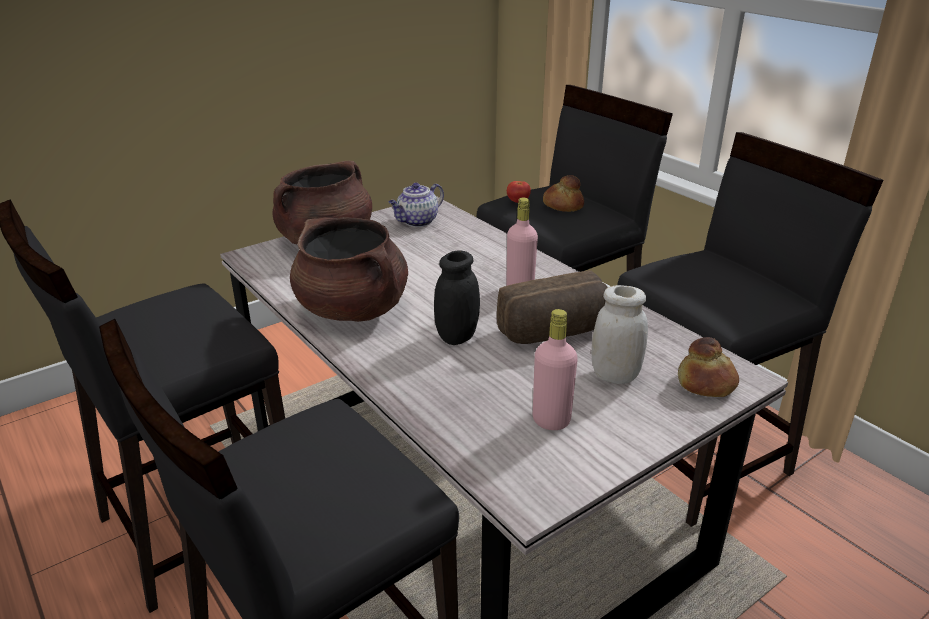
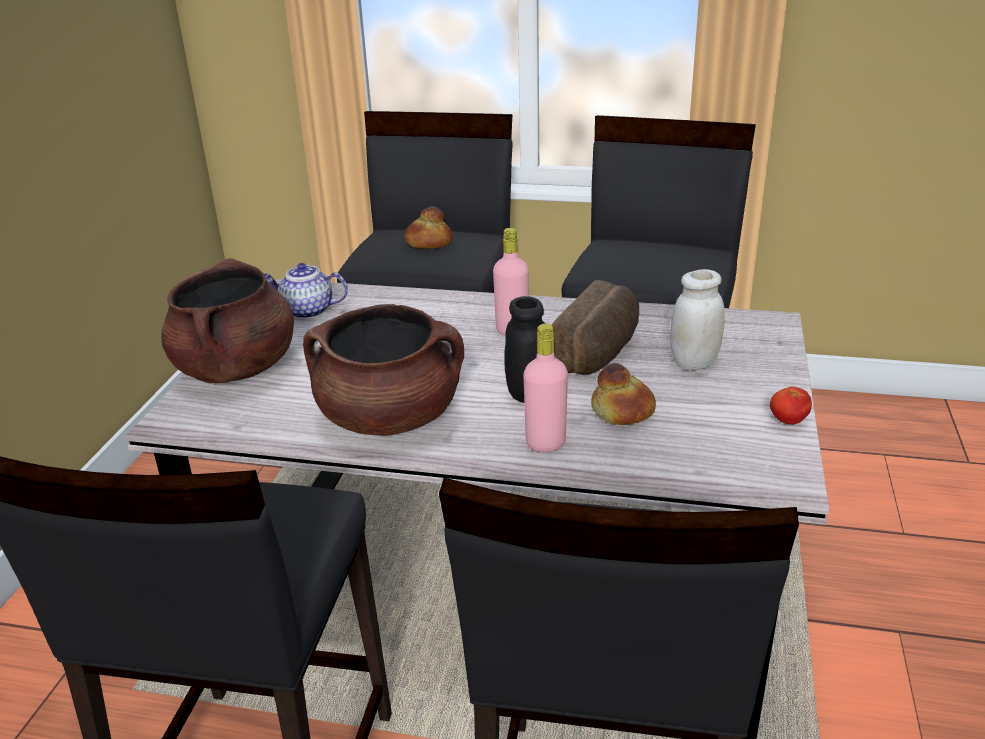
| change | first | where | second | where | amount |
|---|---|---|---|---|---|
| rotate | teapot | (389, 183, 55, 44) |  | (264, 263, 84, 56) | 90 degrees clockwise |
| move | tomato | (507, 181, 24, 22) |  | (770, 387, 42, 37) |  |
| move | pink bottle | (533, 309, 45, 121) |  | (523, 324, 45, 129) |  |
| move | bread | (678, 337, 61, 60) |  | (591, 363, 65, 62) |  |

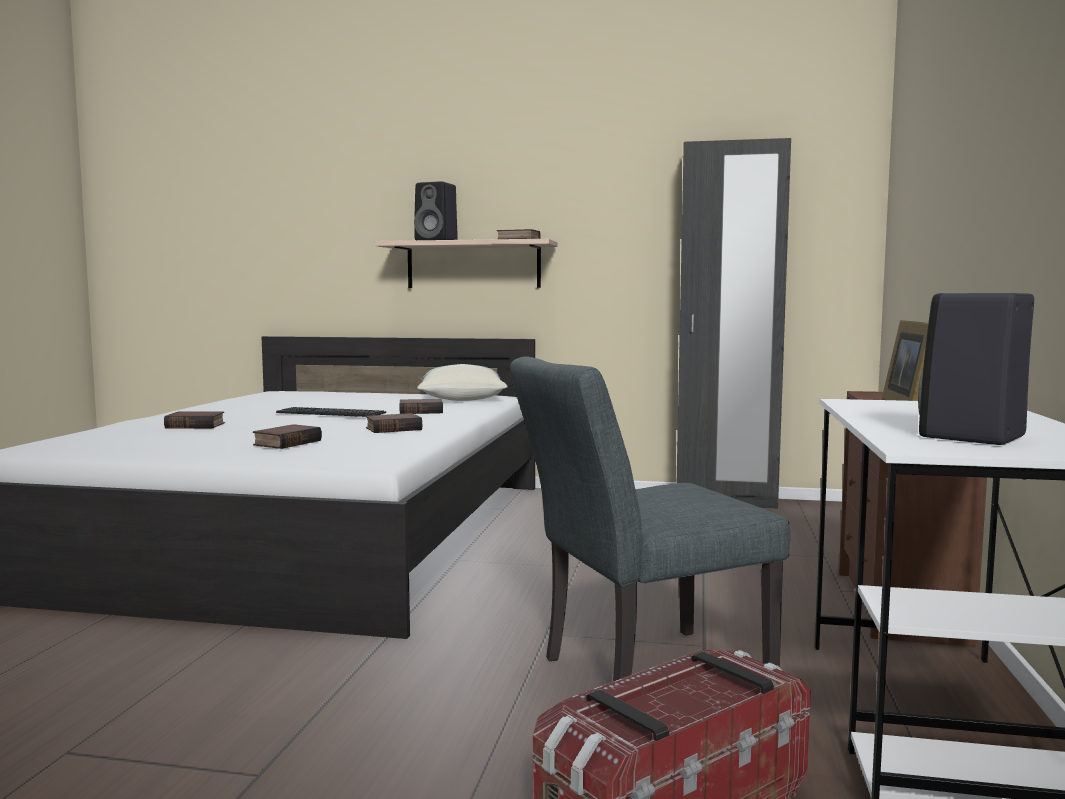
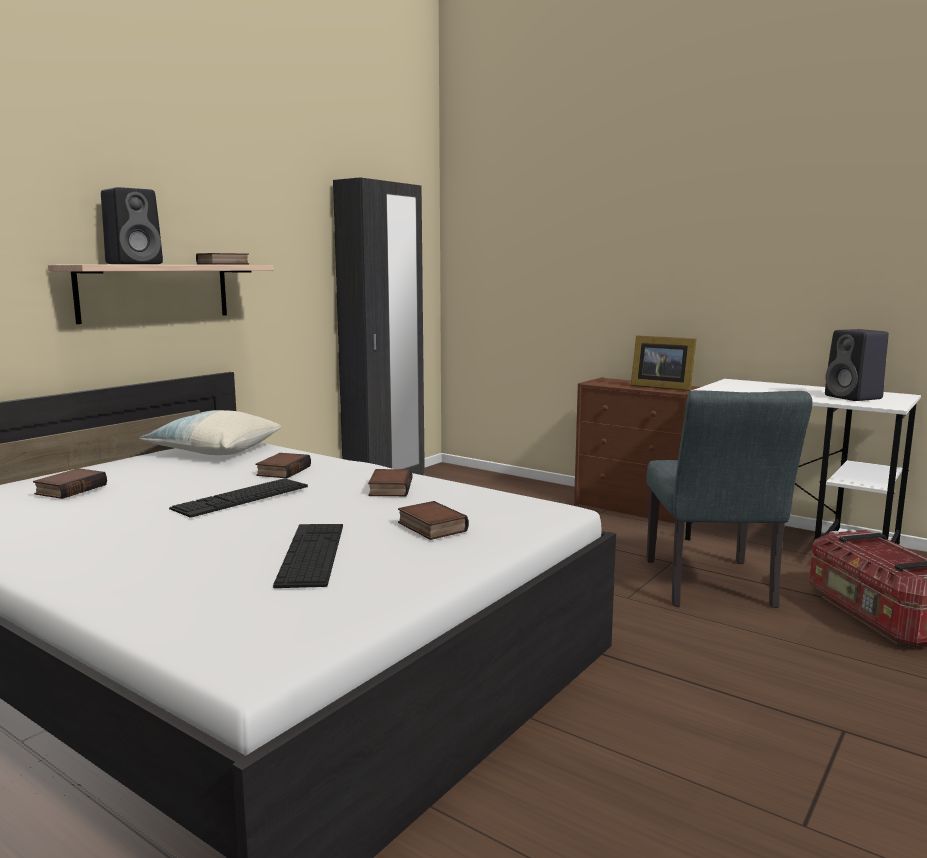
| change | first | where | second | where | amount |
|---|---|---|---|---|---|
| move | book | (164, 411, 61, 18) |  | (33, 468, 74, 31) |  |
| insert |  |  | keyboard | (273, 524, 70, 64) |  |

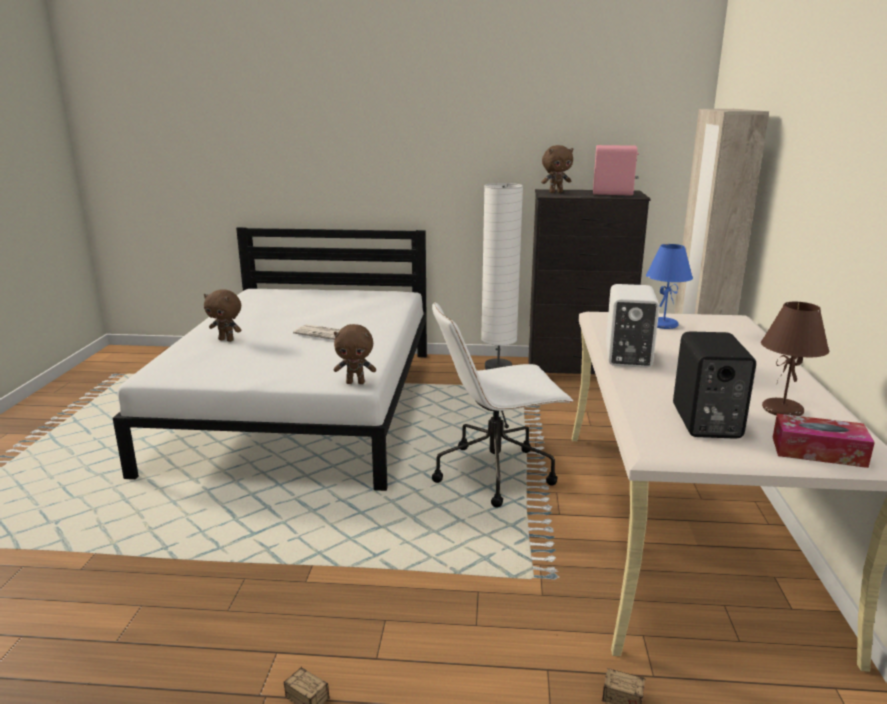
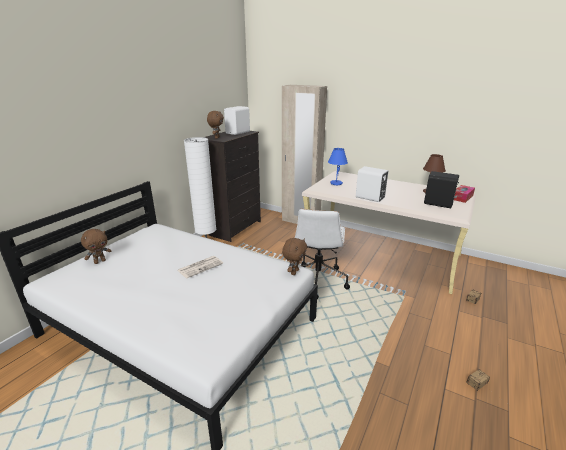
| change | first | where | second | where | amount |
|---|---|---|---|---|---|
| move | brown plush toy | (204, 289, 38, 53) |  | (81, 229, 30, 35) |  |
| recolor | pink speaker | (593, 145, 46, 51) | white speaker | (224, 106, 26, 29) |  |

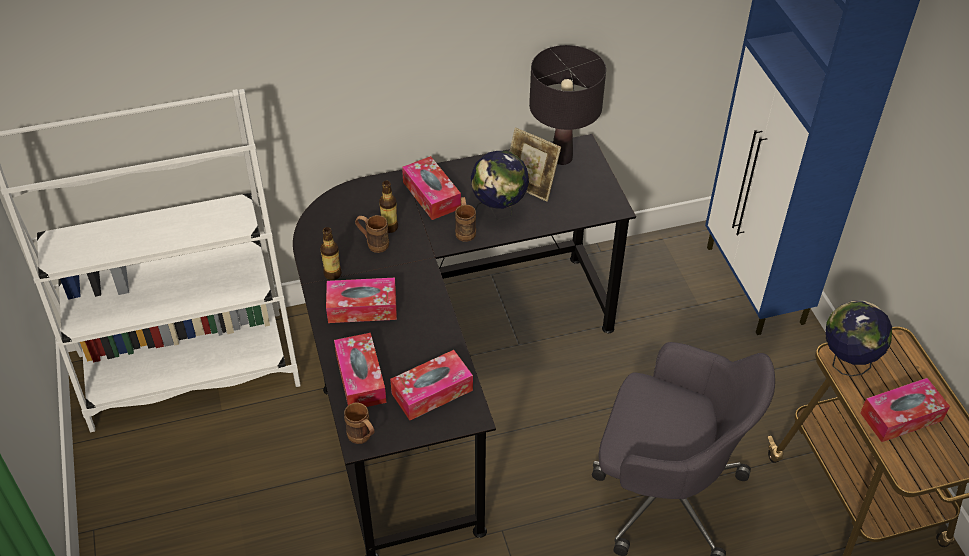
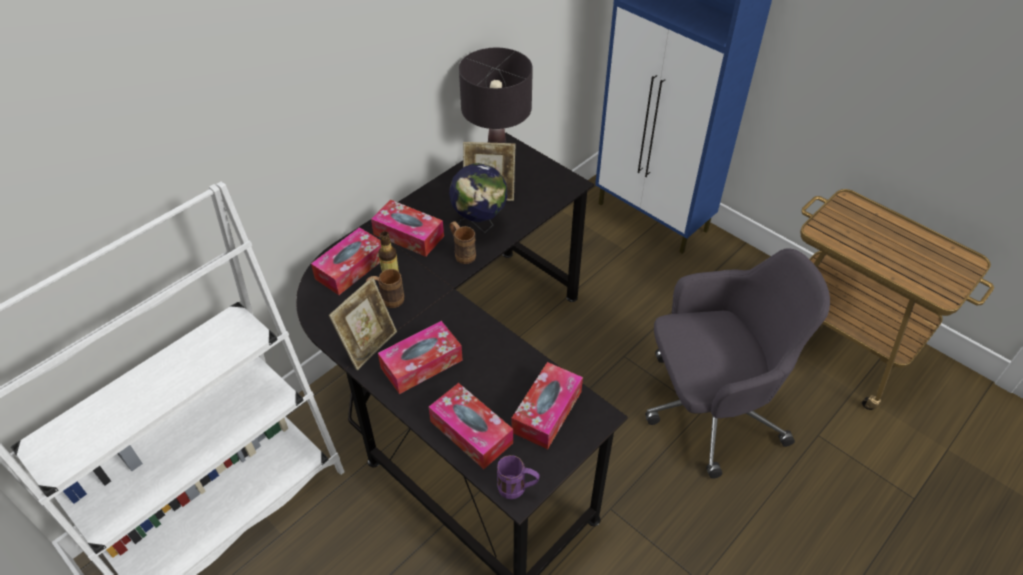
| change | first | where | second | where | amount |
|---|---|---|---|---|---|
| replace | bottle | (320, 227, 22, 53) | picture frame | (329, 277, 68, 94) |  |
| recolor | brown mug | (344, 402, 30, 42) | purple mug | (497, 455, 43, 44) |  |
| delete | globe | (826, 301, 66, 75) |  |  |  |
| move | tissue box | (860, 378, 90, 64) |  | (311, 227, 70, 68) |  |

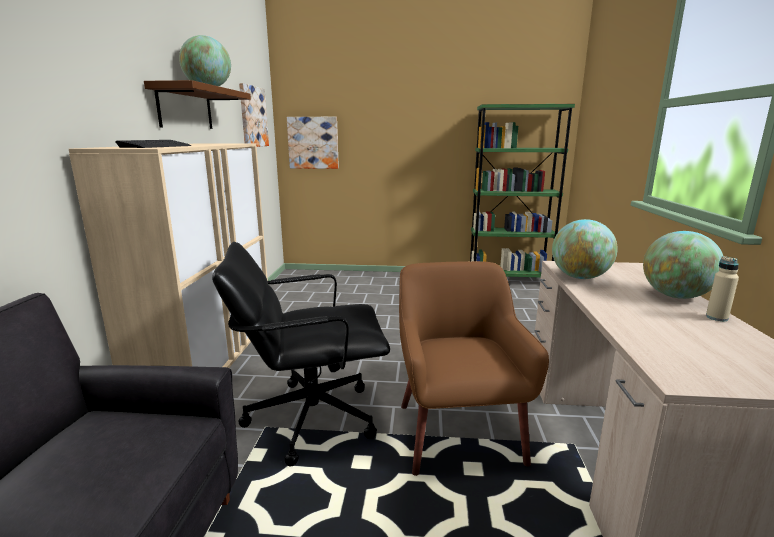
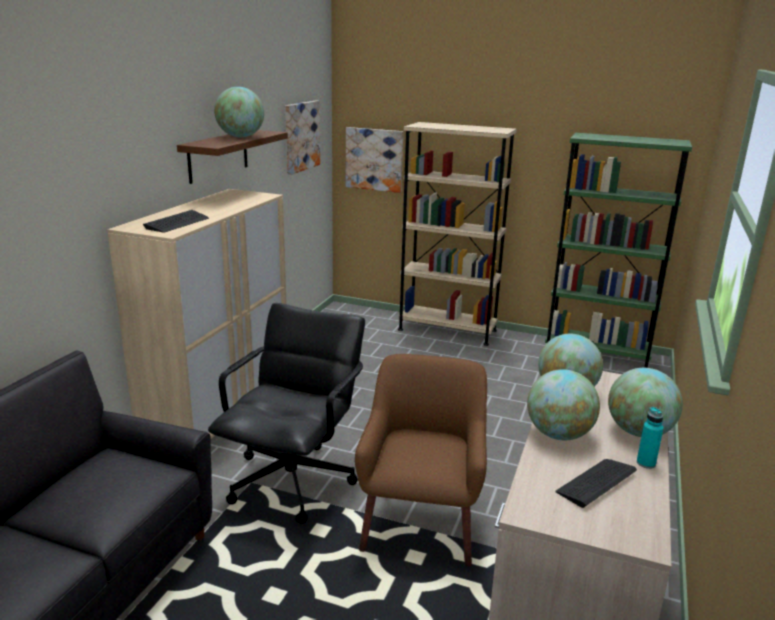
| change | first | where | second | where | amount |
|---|---|---|---|---|---|
| rotate | black office chair | (212, 242, 178, 224) |  | (208, 303, 157, 221) | 105 degrees clockwise |
| recolor | beige bottle | (706, 256, 33, 65) | turquoise bottle | (637, 407, 26, 62) |  |
| insert |  |  | beige bookcase | (398, 122, 119, 224) |  |
| insert |  |  | globe | (527, 369, 73, 71) |  |
| insert |  |  | keyboard | (555, 459, 82, 49) |  |

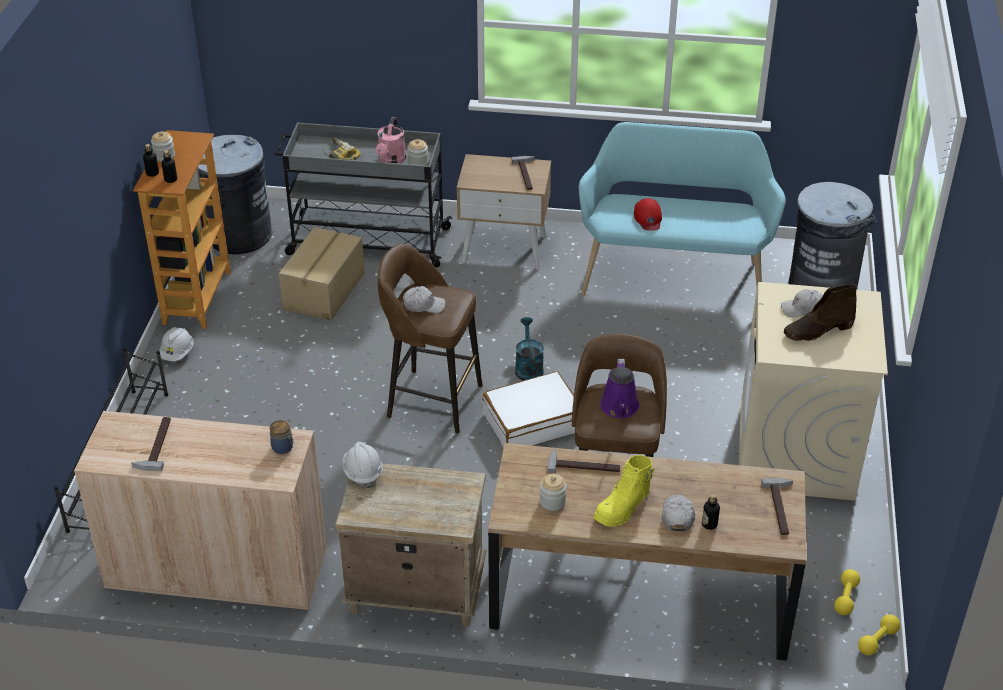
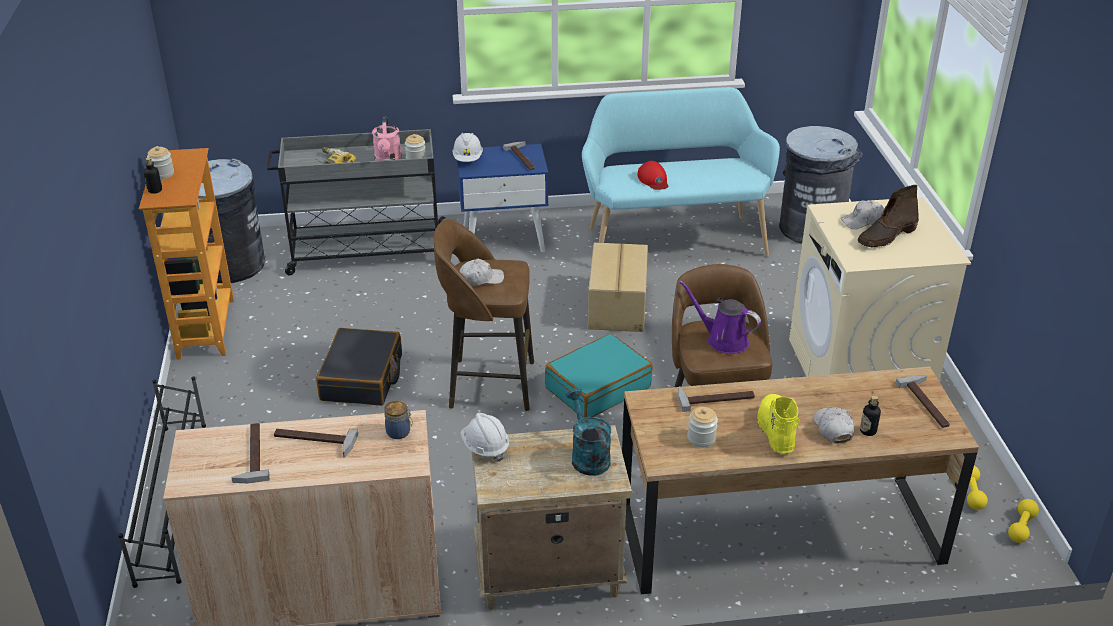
| change | first | where | second | where | amount |
|---|---|---|---|---|---|
| move | white hard hat | (159, 327, 35, 34) |  | (452, 133, 31, 29) |  |
| delete | bottle | (162, 150, 15, 33) |  |  |  |
| move | cardboard box | (279, 227, 86, 94) |  | (588, 243, 60, 89) |  |
| recolor | beige nightstand | (456, 154, 95, 116) | blue nightstand | (457, 144, 91, 108) |  |
| recolor | white suitcase | (483, 371, 92, 77) | turquoise suitcase | (545, 334, 108, 84) |  |
| move | turquoise watering can | (515, 317, 29, 64) |  | (566, 388, 45, 88) |  |
| rotate | yellow boot | (593, 455, 62, 72) |  | (757, 394, 42, 59) | 150 degrees clockwise |
| rotate | purple watering can | (600, 359, 40, 59) |  | (679, 280, 82, 74) | 135 degrees clockwise |
| insert |  |  | hammer | (274, 429, 84, 28) |  |
| insert |  |  | black suitcase | (316, 328, 86, 78) |  |

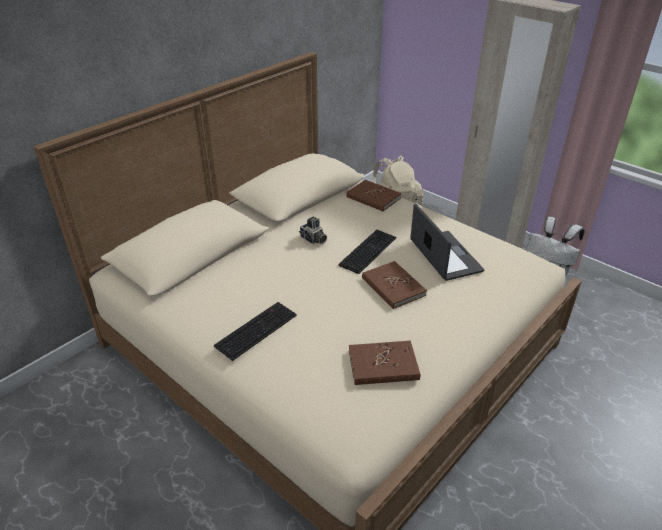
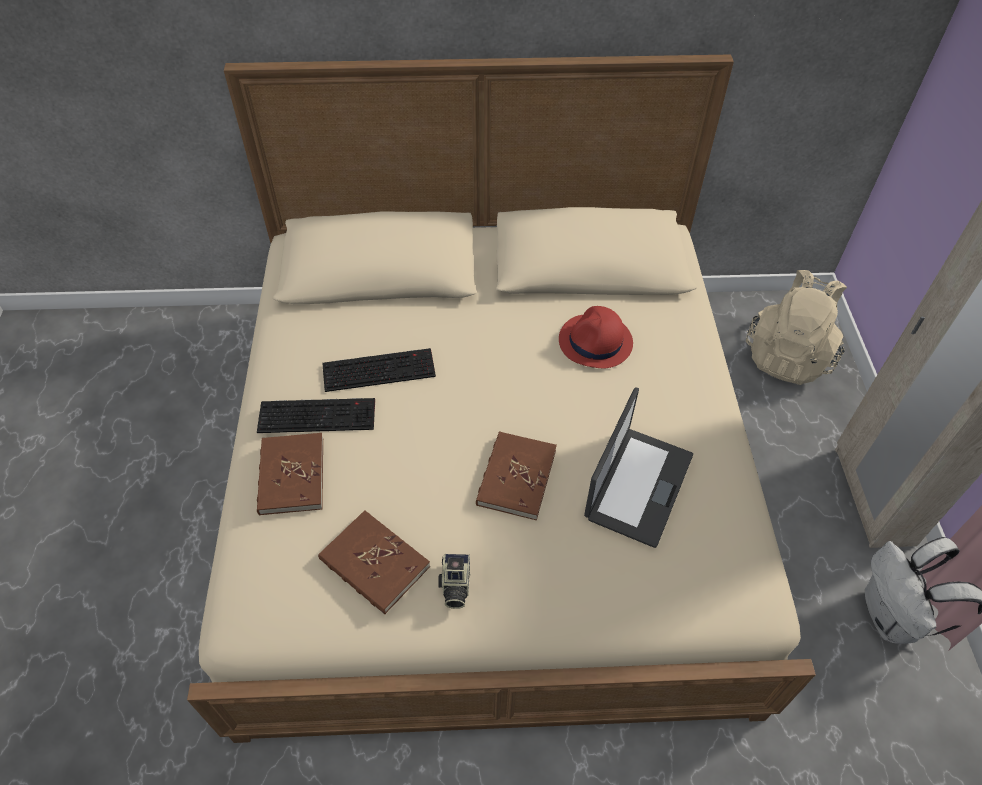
| change | first | where | second | where | amount |
|---|---|---|---|---|---|
| move | photo camera | (299, 217, 28, 27) |  | (438, 554, 33, 55) |  |
| move | keyboard | (338, 230, 58, 44) |  | (322, 348, 114, 44) |  |
| move | brown book | (346, 180, 56, 31) |  | (257, 433, 66, 82) |  |
| insert |  |  | red hat | (559, 306, 74, 62) |  |

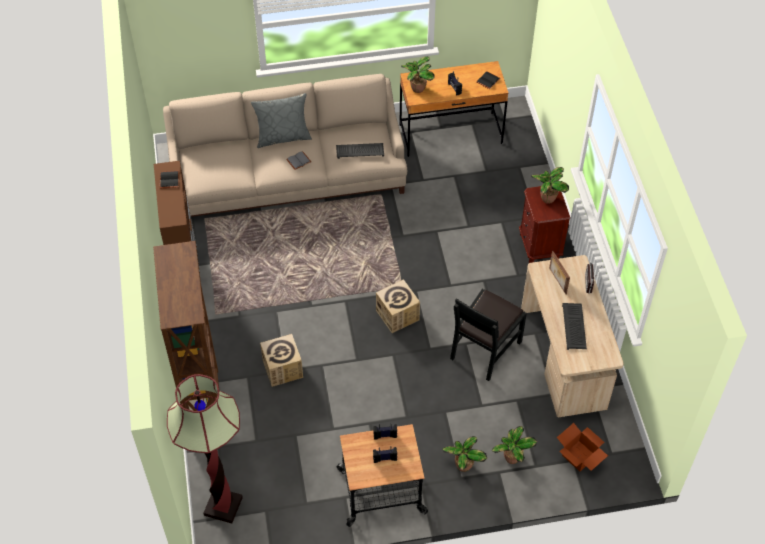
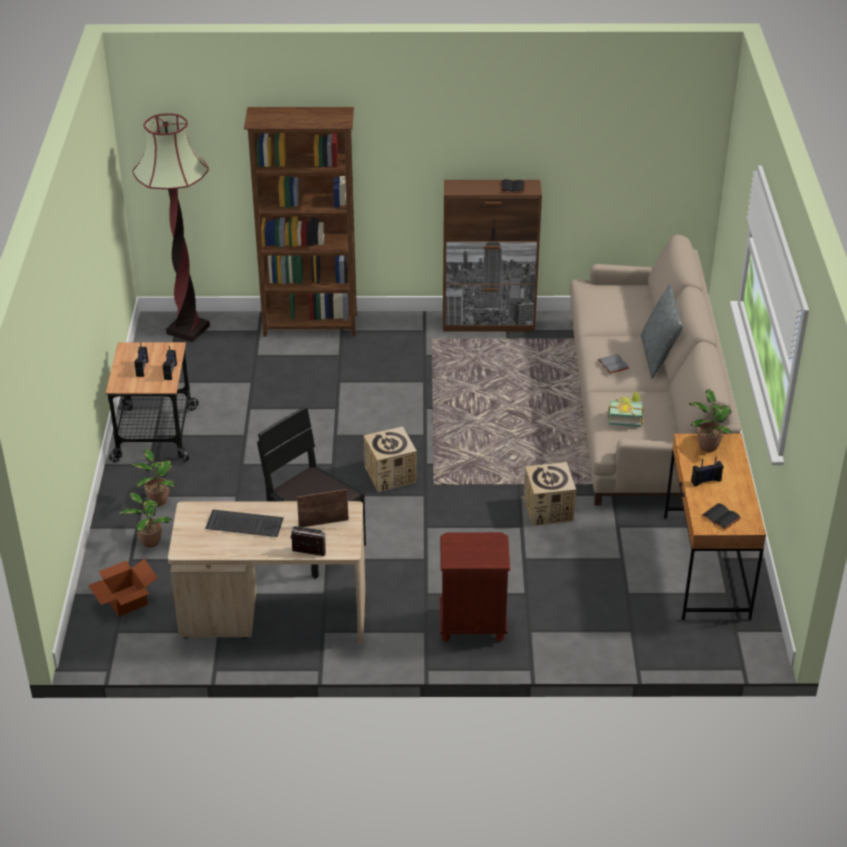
| change | first | where | second | where | amount |
|---|---|---|---|---|---|
| move | cardboard box | (260, 334, 43, 53) |  | (524, 462, 52, 64) |  |
| replace | keyboard | (336, 143, 48, 16) | book | (608, 391, 35, 35) |  |
| delete | potted plant | (531, 167, 38, 37) |  |  |  |

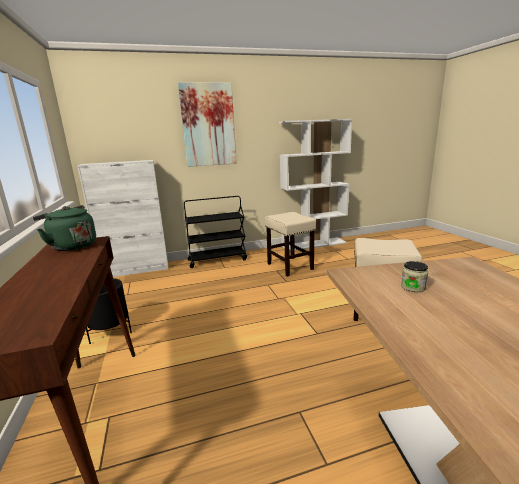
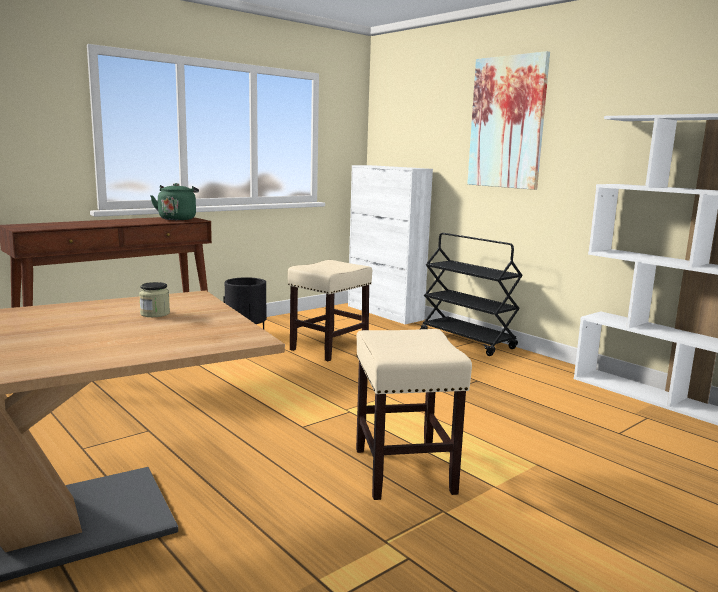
| change | first | where | second | where | amount |
|---|---|---|---|---|---|
| move | beige stool | (265, 212, 51, 65) |  | (288, 260, 84, 101) |  |

